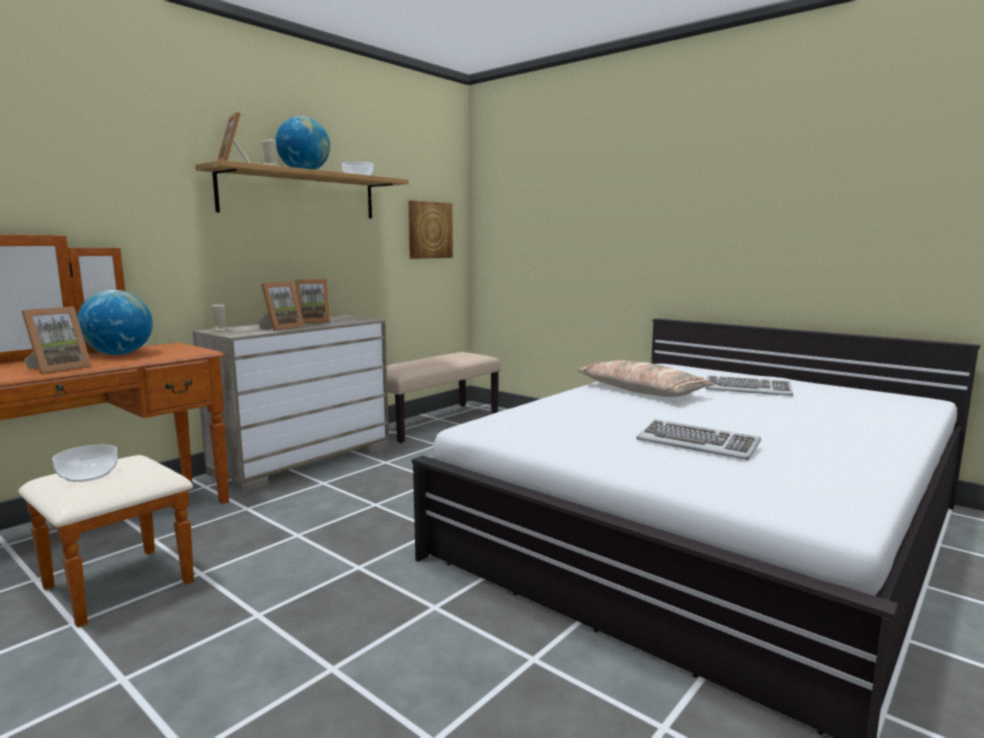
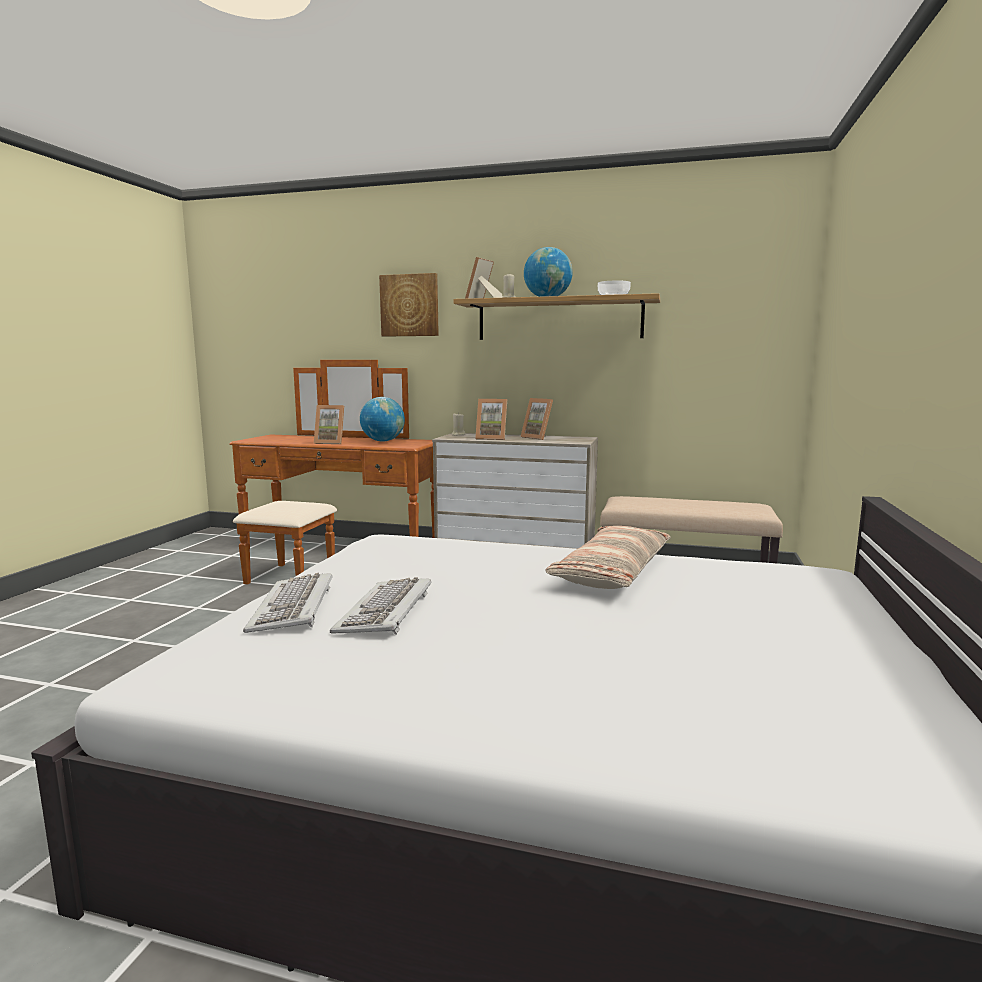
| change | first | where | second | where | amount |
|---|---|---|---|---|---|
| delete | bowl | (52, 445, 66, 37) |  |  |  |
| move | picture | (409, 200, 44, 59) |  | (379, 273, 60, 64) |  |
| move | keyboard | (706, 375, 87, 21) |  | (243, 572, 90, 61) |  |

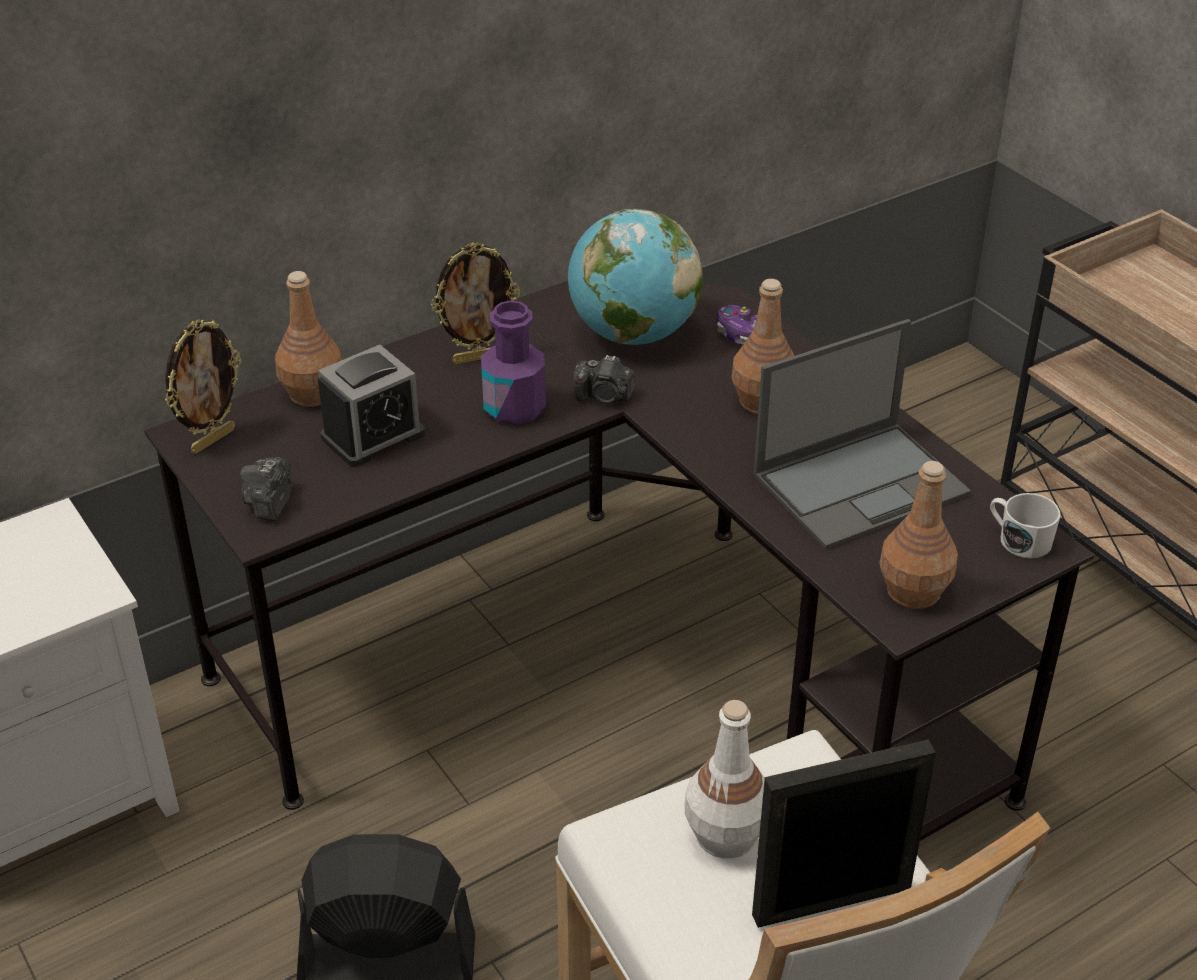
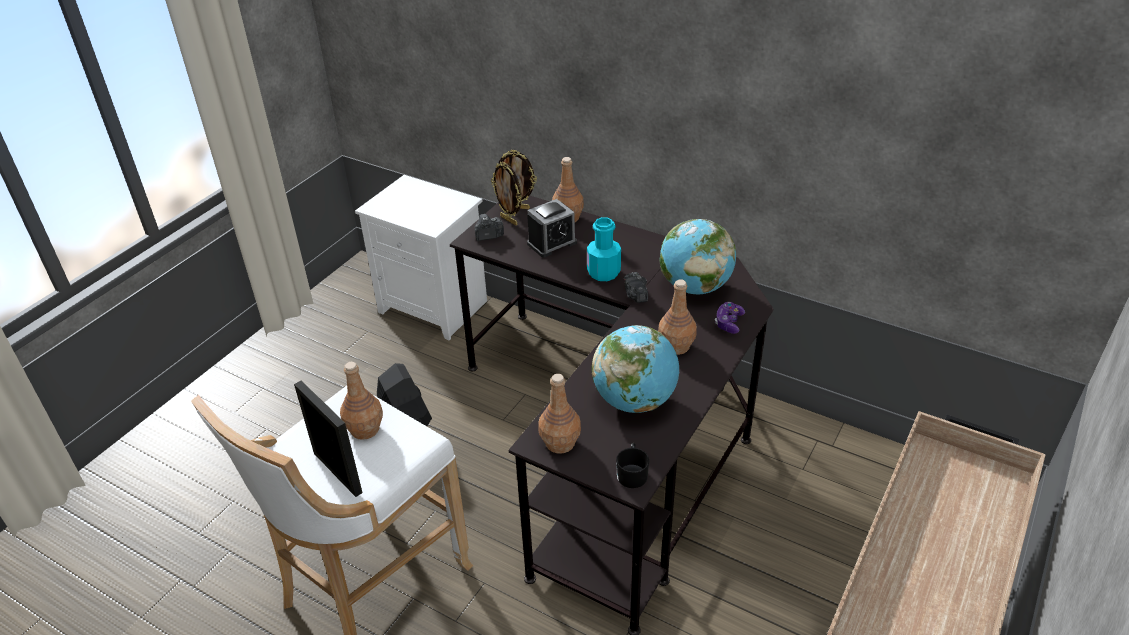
| change | first | where | second | where | amount |
|---|---|---|---|---|---|
| rotate | alarm clock | (318, 345, 107, 122) |  | (527, 199, 50, 58) | 60 degrees counterclockwise |
| move | picture frame | (431, 242, 89, 122) |  | (491, 162, 30, 64) |  |
| recolor | purple bottle | (481, 300, 65, 125) | turquoise bottle | (587, 217, 34, 64) |  |
| recolor | white bottle | (685, 700, 80, 159) | brown bottle | (340, 362, 43, 78) |  |
| replace | laptop | (753, 319, 218, 231) | globe | (592, 325, 87, 88) |  |
| recolor | white mug | (990, 493, 71, 65) | black mug | (616, 443, 34, 45) |  |

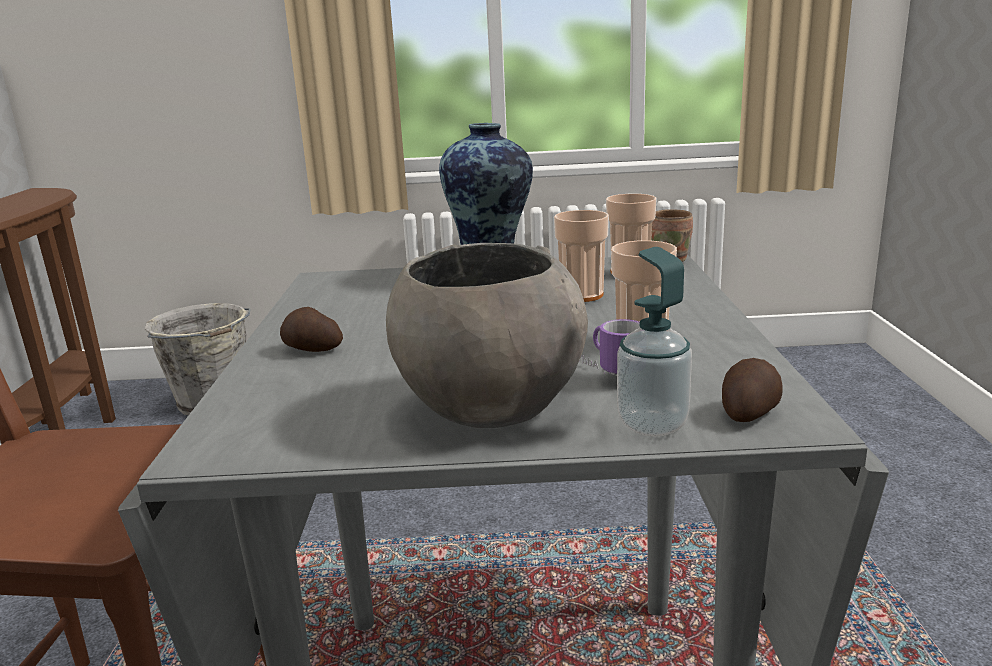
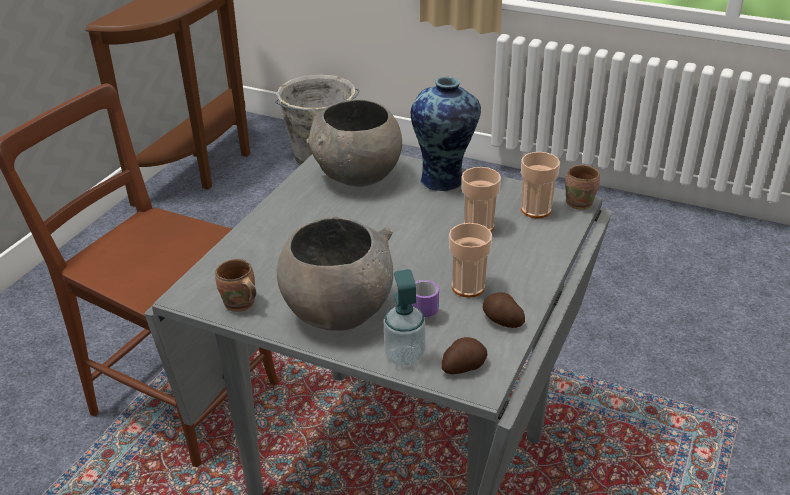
| change | first | where | second | where | amount |
|---|---|---|---|---|---|
| move | potato | (280, 307, 63, 45) |  | (483, 292, 42, 36) |  |
| insert |  |  | brown mug | (215, 259, 42, 53) |  |
| insert |  |  | grey bowl | (306, 99, 96, 88) |  |

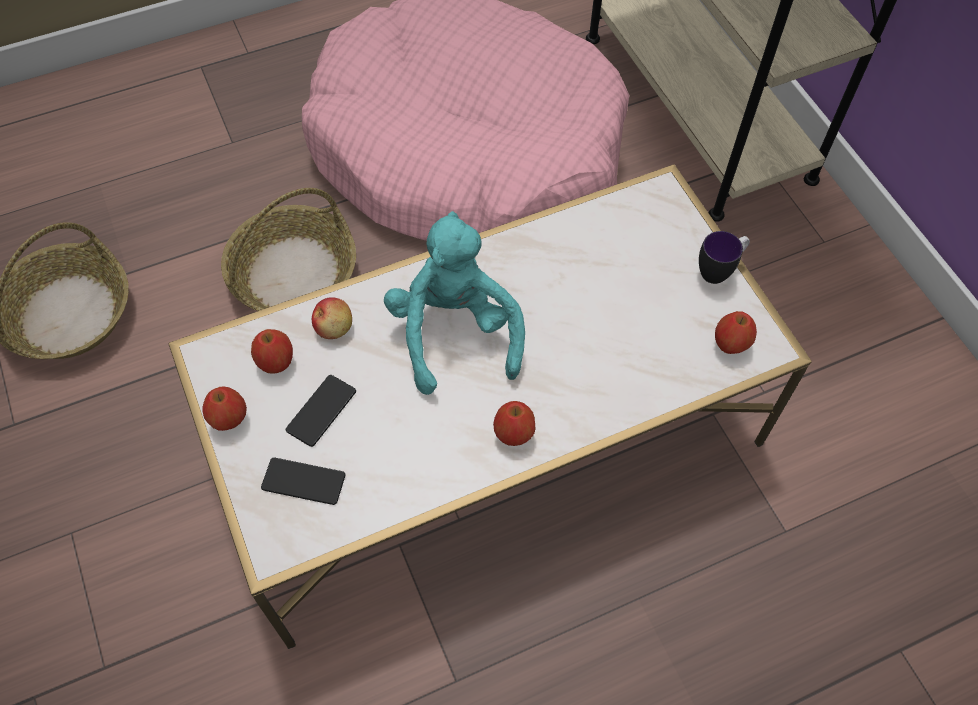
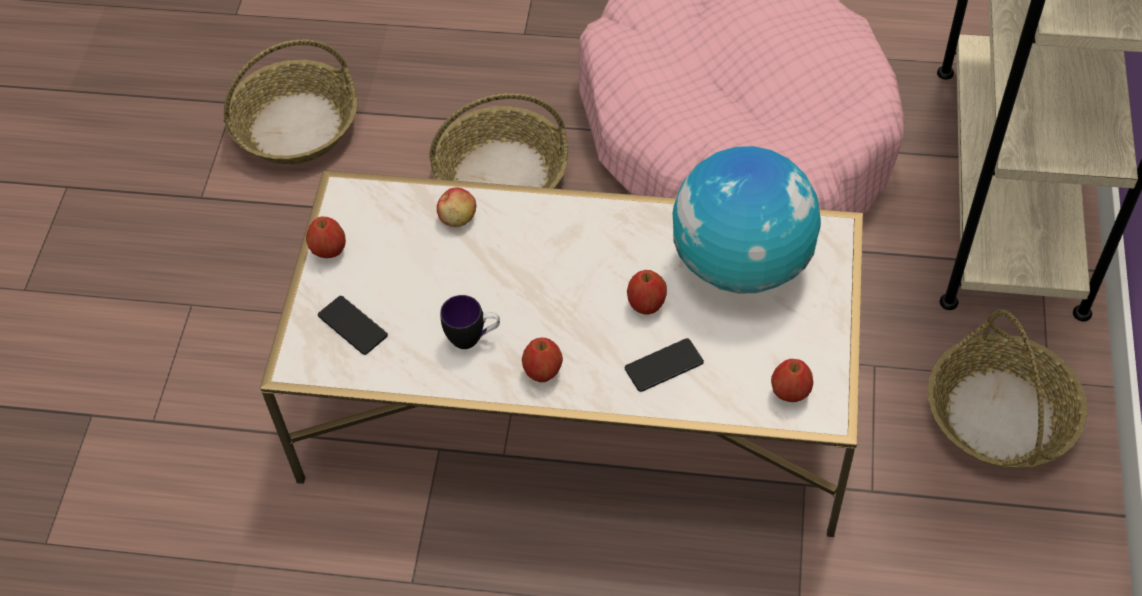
| change | first | where | second | where | amount |
|---|---|---|---|---|---|
| move | apple | (251, 329, 42, 45) |  | (627, 270, 40, 45) |  |
| move | phone | (286, 375, 70, 72) |  | (625, 338, 79, 54) |  |
| delete | turquoise plush toy | (384, 211, 141, 184) |  |  |  |
| move | mug | (699, 231, 51, 53) |  | (440, 295, 60, 54) |  |
| insert |  |  | globe | (672, 146, 149, 148) |  |
| insert |  |  | basket | (928, 309, 159, 159) |  |

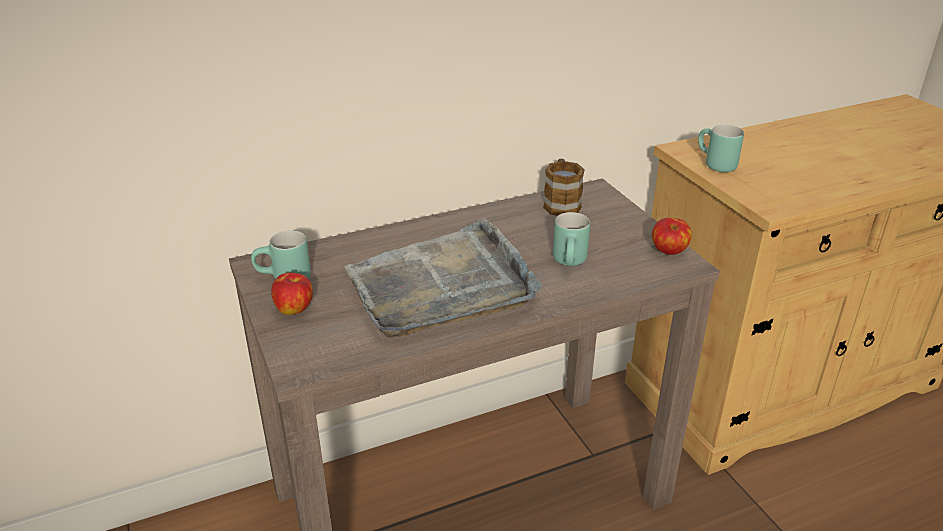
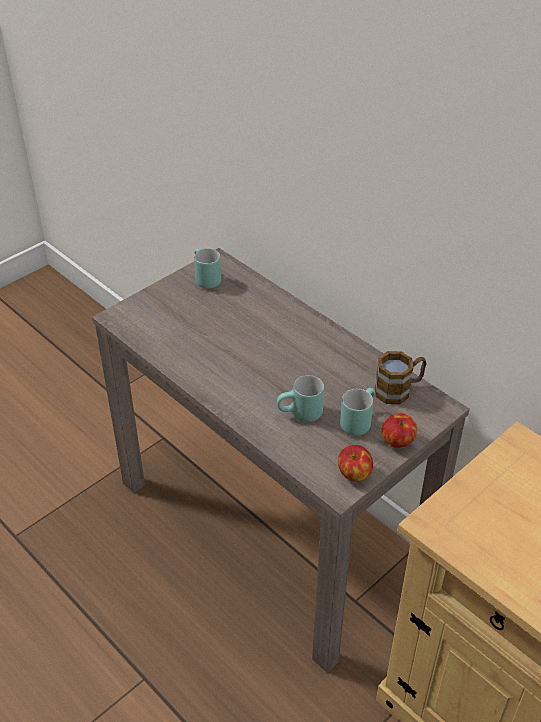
| change | first | where | second | where | amount |
|---|---|---|---|---|---|
| move | apple | (271, 273, 42, 42) |  | (382, 413, 35, 35) |  |
| delete | grey tray | (344, 218, 197, 120) |  |  |  |
| move | turquoise mug | (698, 125, 46, 47) |  | (340, 388, 35, 48) |  |

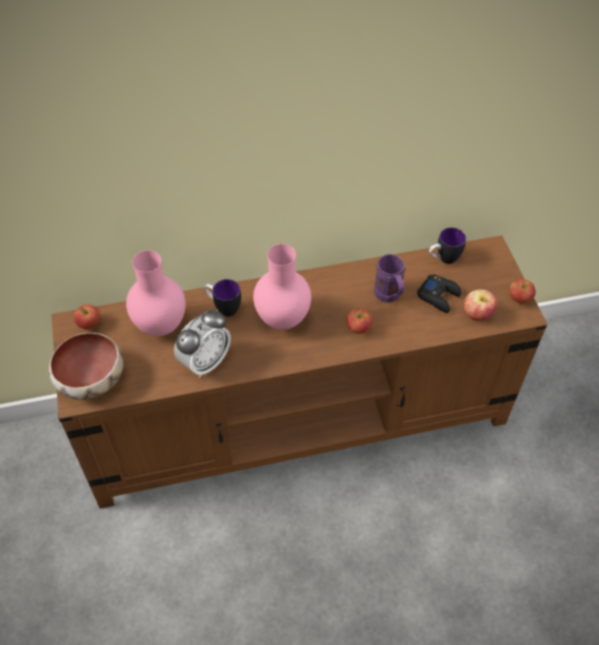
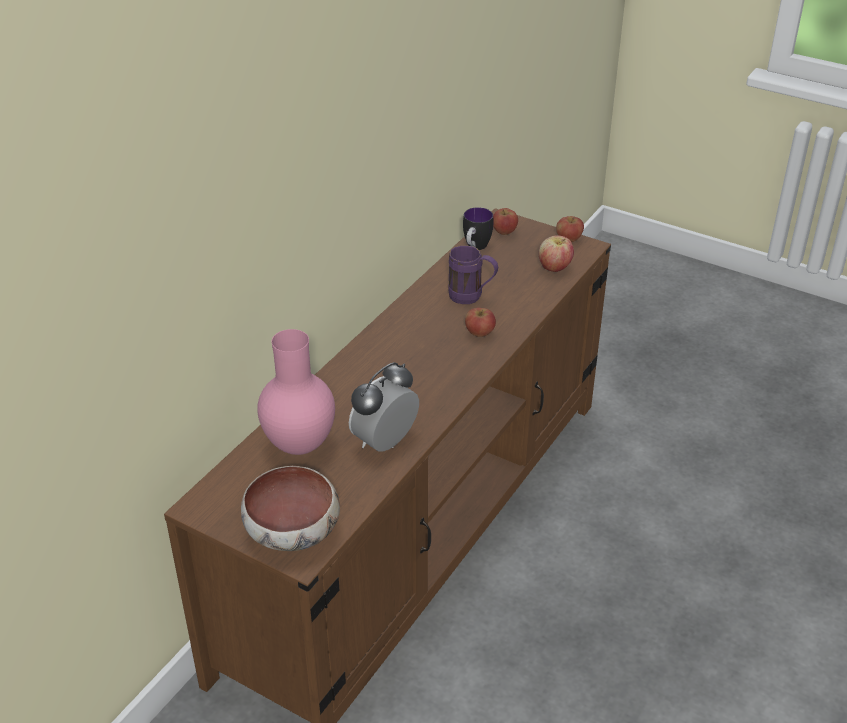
| change | first | where | second | where | amount |
|---|---|---|---|---|---|
| move | apple | (74, 304, 27, 26) |  | (493, 208, 25, 27) |  |
| rotate | alarm clock | (174, 309, 57, 69) |  | (349, 362, 70, 89) | 135 degrees counterclockwise |
| delete | mug | (205, 279, 36, 38) |  |  |  |
| delete | pink vase | (253, 244, 58, 86) |  |  |  |
| delete | black game controller | (417, 275, 45, 38) |  |  |  |

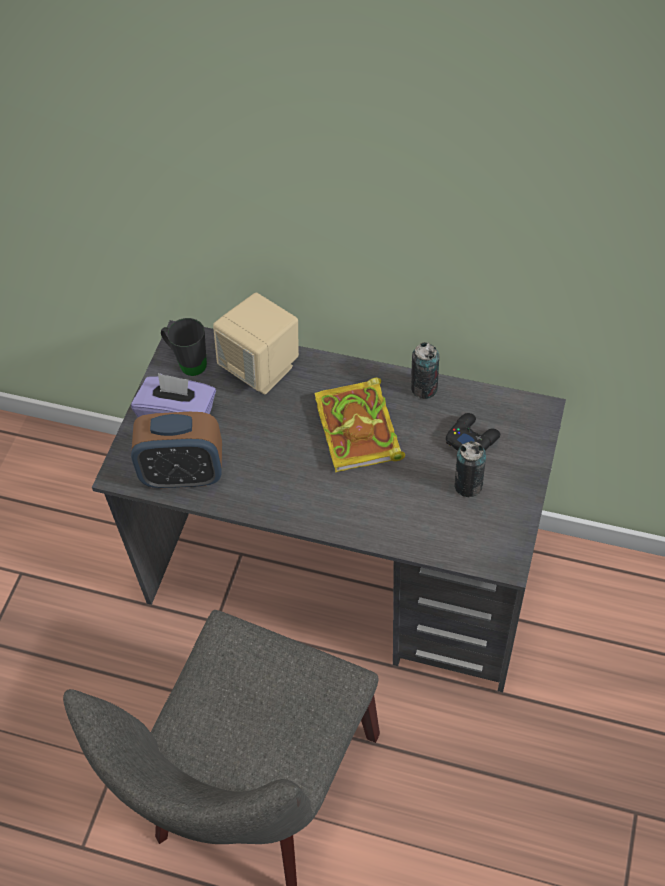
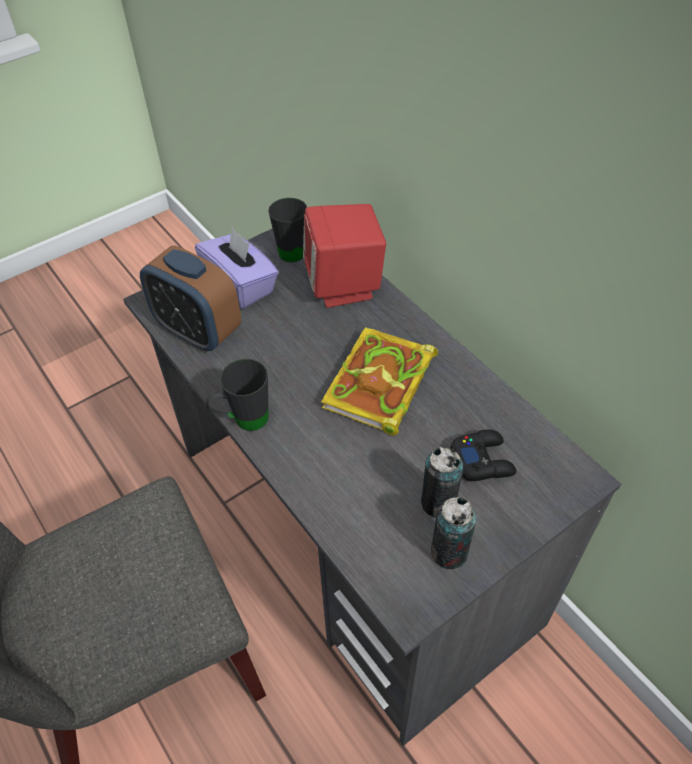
| change | first | where | second | where | amount |
|---|---|---|---|---|---|
| recolor | beige speaker | (213, 293, 86, 102) | red speaker | (303, 204, 83, 104) |  |
| move | can | (411, 342, 28, 57) |  | (431, 497, 45, 72) |  |
| insert |  |  | black mug | (206, 359, 63, 72) |  |

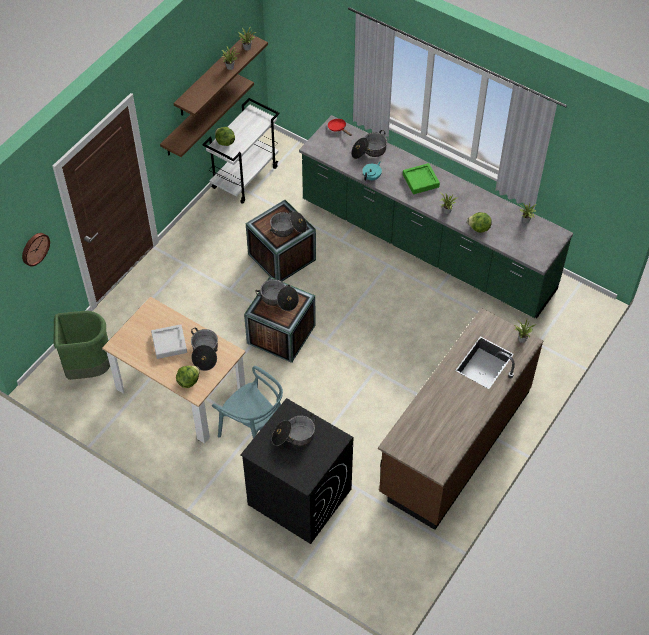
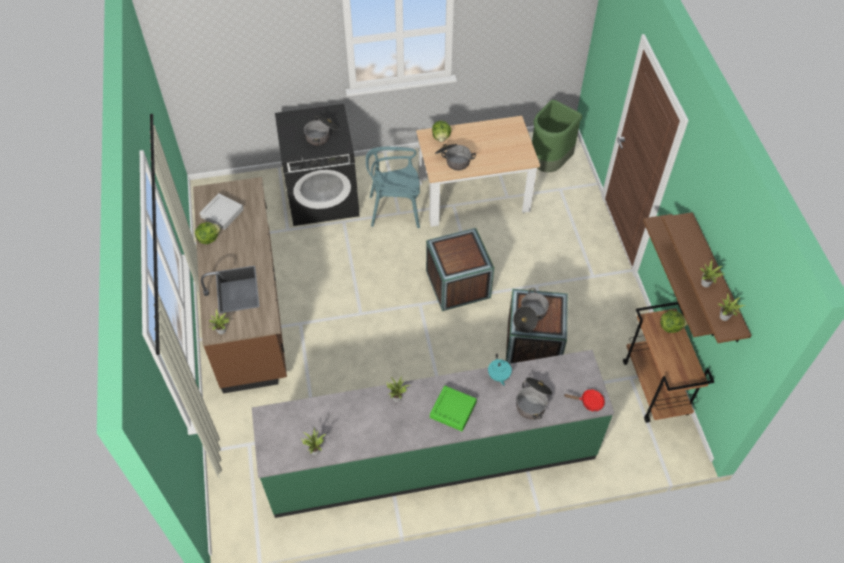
| change | first | where | second | where | amount |
|---|---|---|---|---|---|
| delete | wall clock | (22, 233, 28, 33) |  |  |  |
| move | grey tray | (151, 324, 36, 35) |  | (200, 193, 44, 37) |  |
| recolor | white cart | (202, 98, 78, 106) | brown cart | (623, 302, 91, 121) |  |
| delete | cooking pot | (256, 279, 43, 32) |  |  |  |
| move | lettuce | (467, 212, 25, 21) |  | (195, 222, 26, 22) |  |

